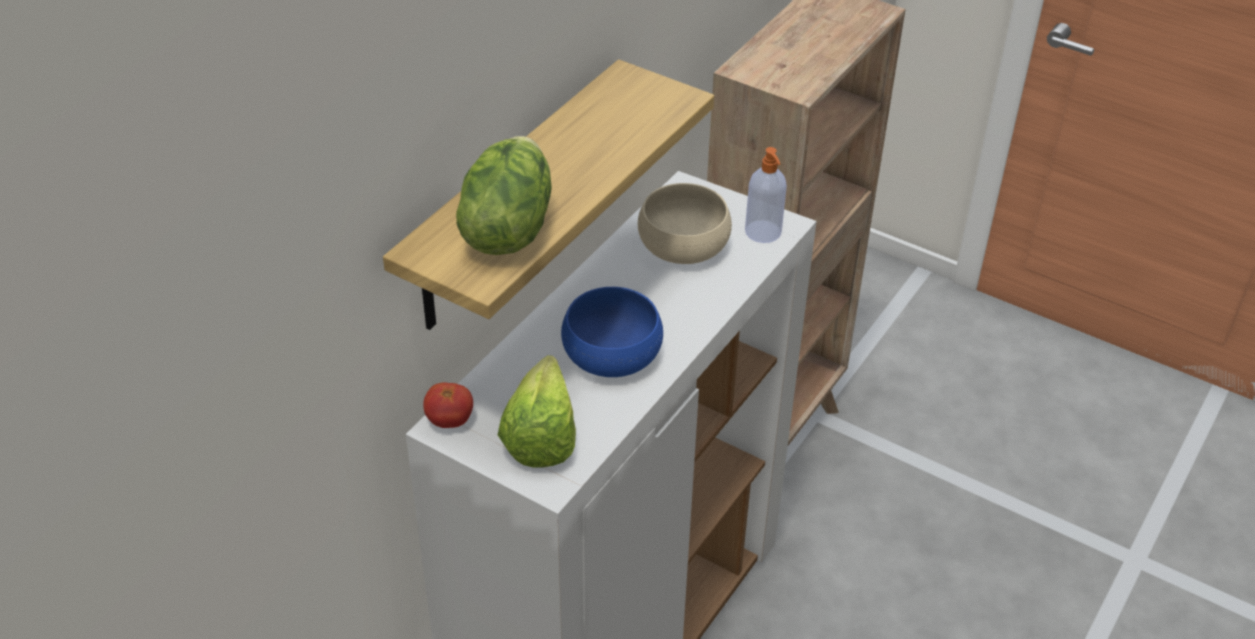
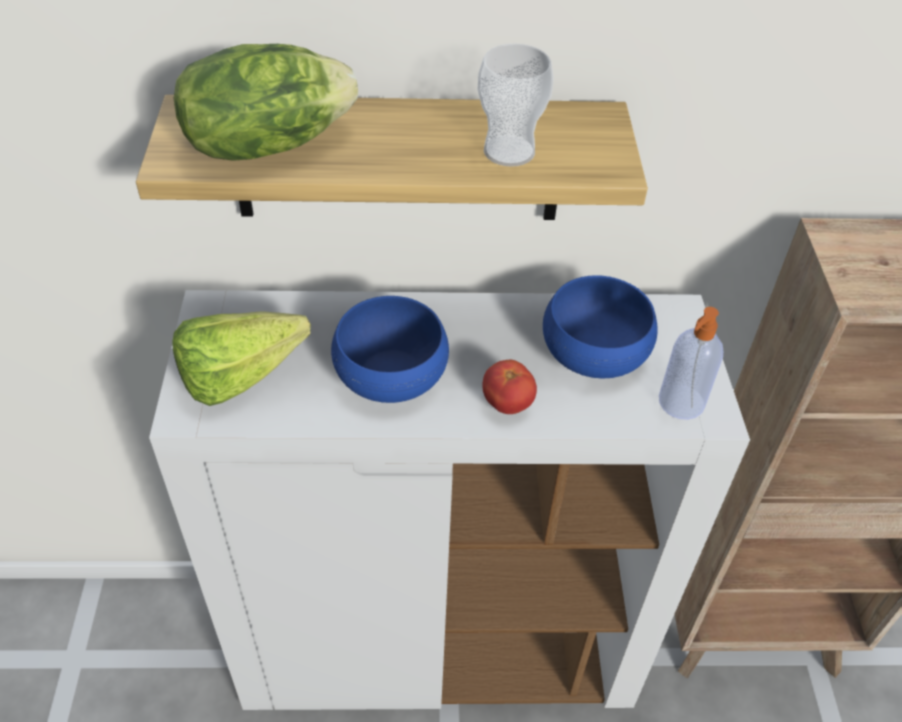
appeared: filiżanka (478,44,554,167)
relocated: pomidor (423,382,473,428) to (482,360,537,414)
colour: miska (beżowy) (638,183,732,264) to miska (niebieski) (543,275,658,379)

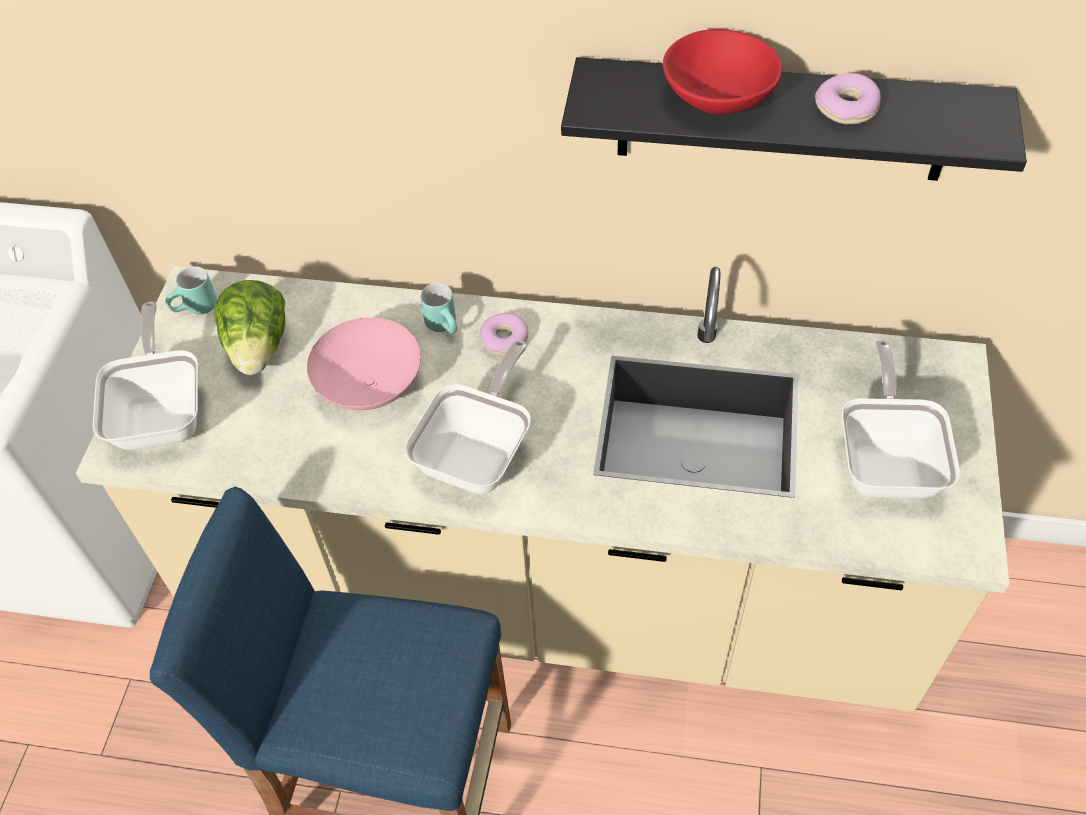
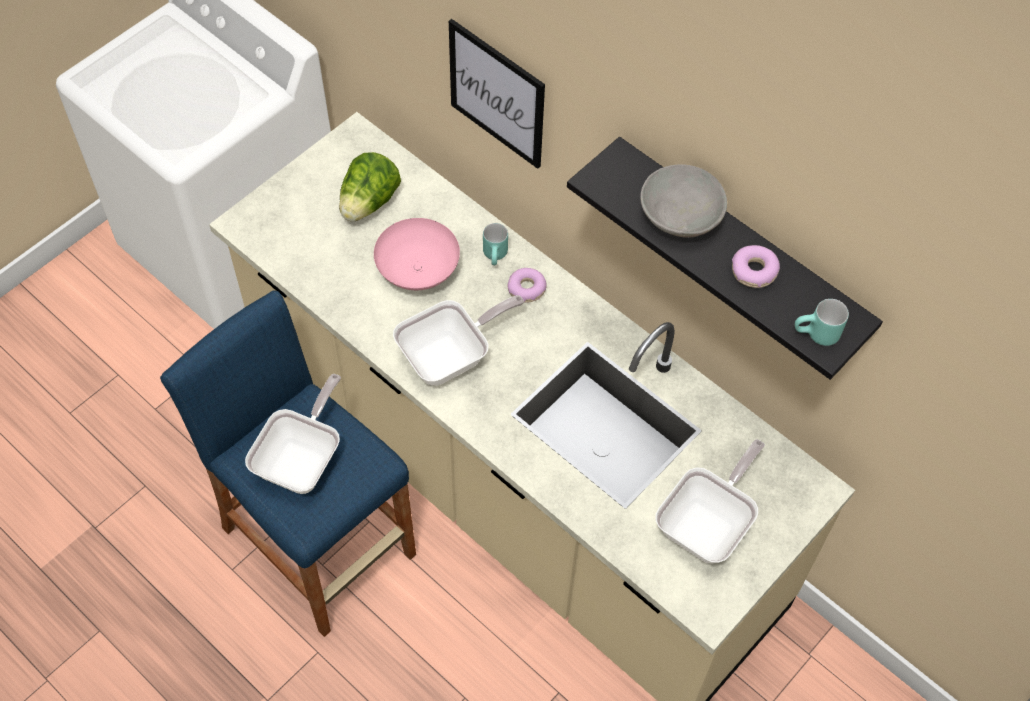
appeared: obraz (449,19,545,169)
relocated: kubek (turkusowy) (166,266,217,314) to (795,299,849,346); patelnia (93,302,198,450) to (245,374,341,494)
colour: miska (czerwony) (663,29,783,114) to miska (szary) (640,164,727,238)

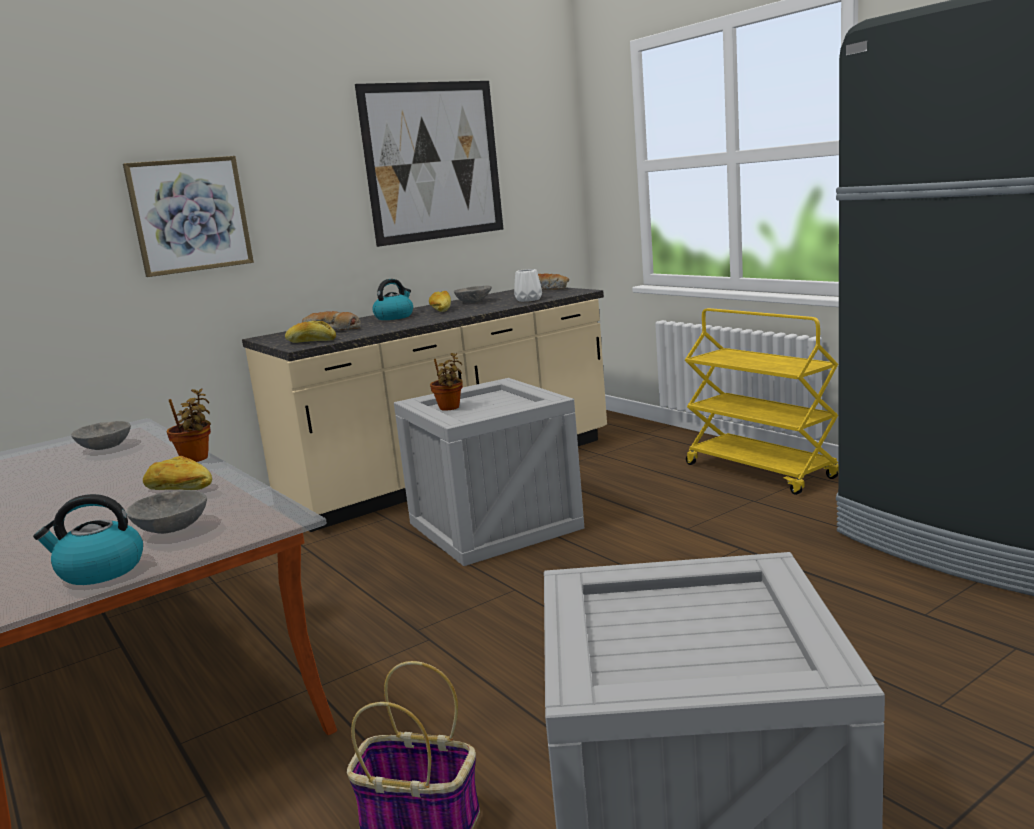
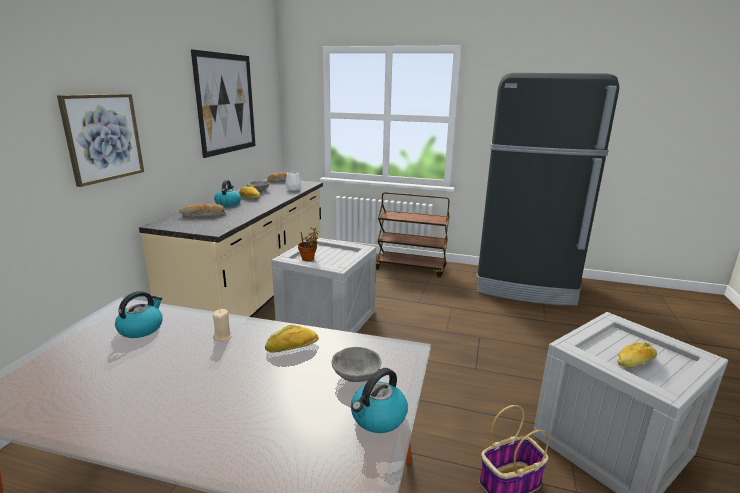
missing: roślina doniczkowa (167,389,211,462)
appeared: świeca (beżowy) (213,309,232,342)
relocated: chleb (285,321,336,343) to (617,342,657,368)
exchanged: miska (szary) (71,421,131,450) to czajnik (115,291,163,338)
colour: wózek (żółty) (685,308,838,495) to wózek (brązowy) (376,192,450,277)

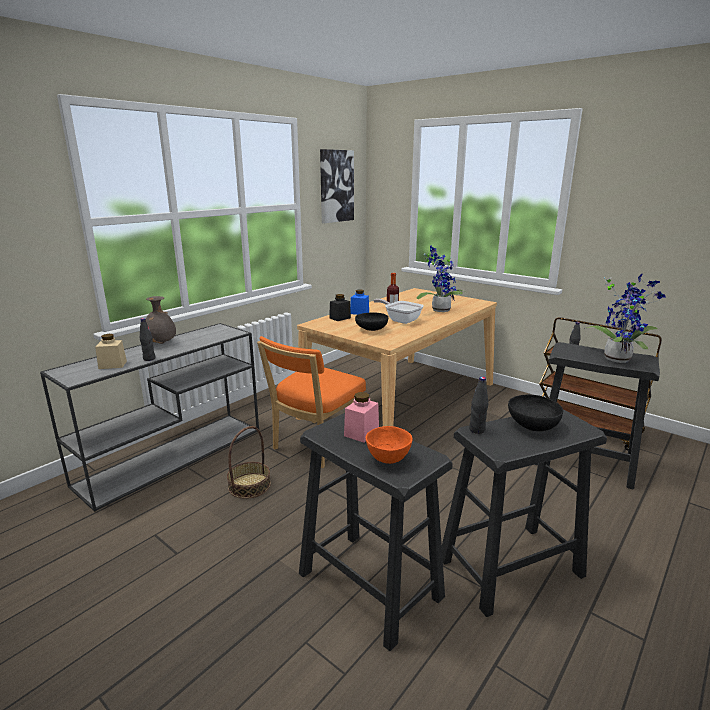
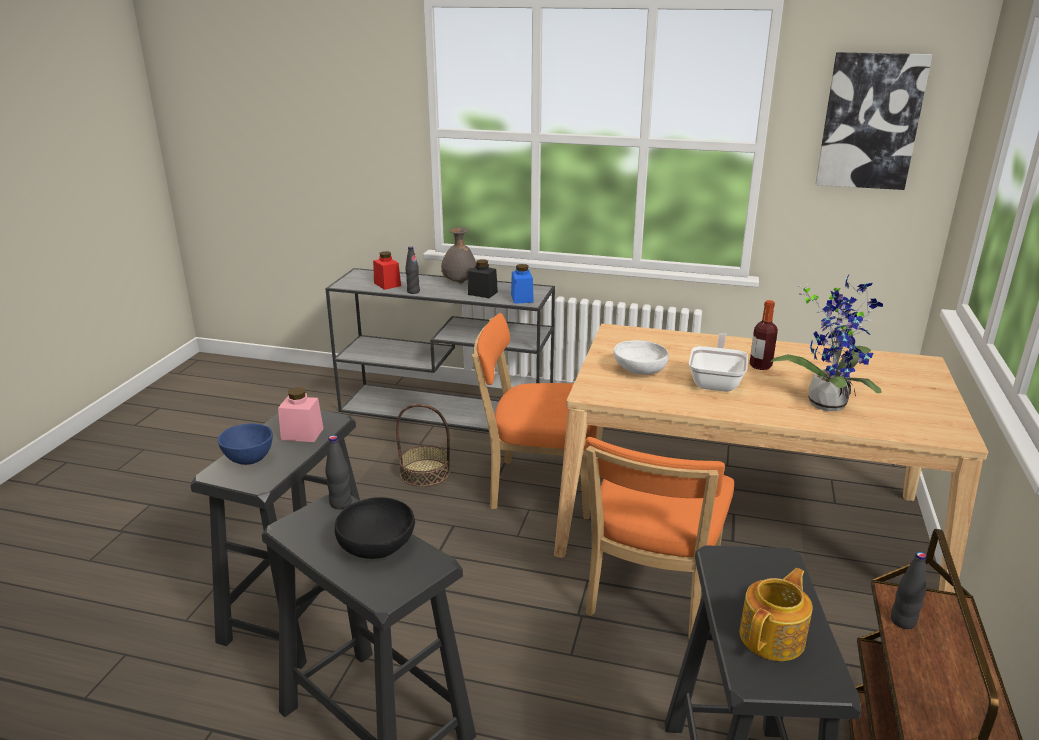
appeared: krzesło (pomarańczowy) (586,437,734,639)
relocated: słoik (niebieski) (350,290,369,315) to (511,264,534,304); słoik (czarny) (329,294,351,321) to (468,259,498,298)
exchanged: roślina doniczkowa (584,273,665,363) to imbryk (739,568,813,661)
colour: miska (czarny) (355,312,388,331) to miska (biały) (613,340,669,375); słoik (beżowy) (95,334,127,369) to słoik (czerwony) (373,251,401,290); miska (pomarańczowy) (366,426,413,464) to miska (niebieski) (218,423,273,465)

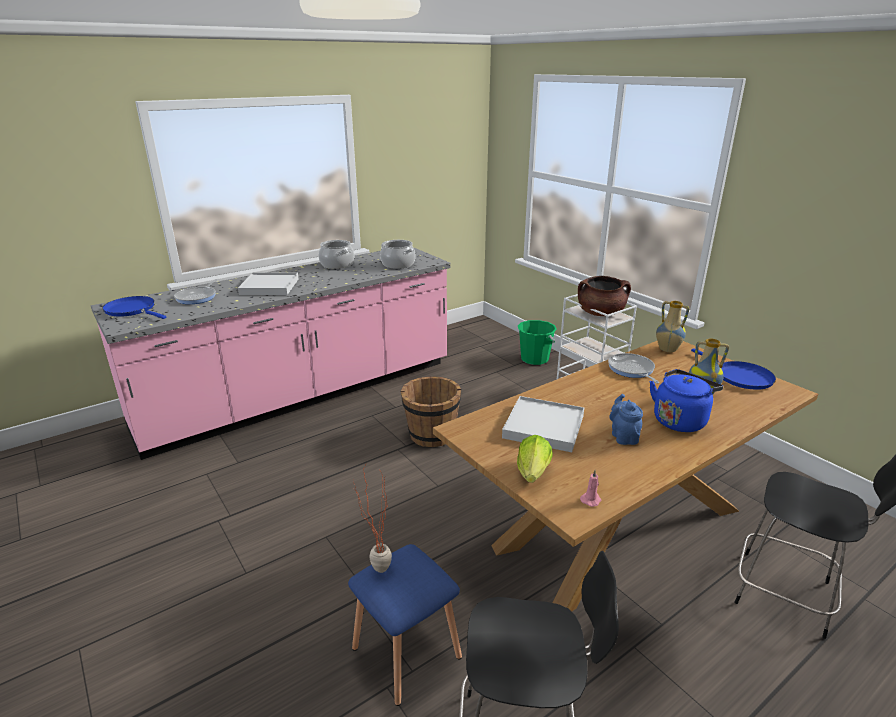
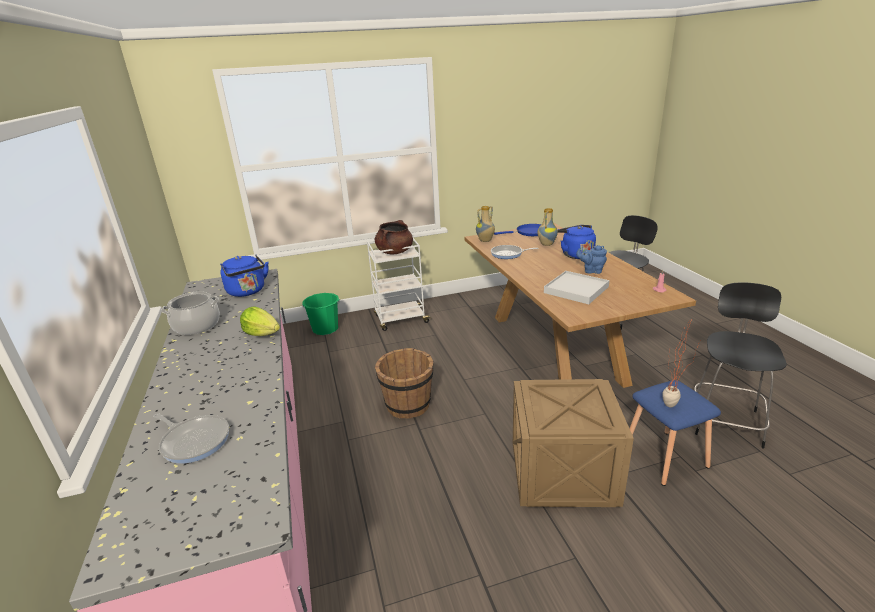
missing: taca (biały) (238,272,298,295); patelnia (niebieski) (102,296,167,319)
appeared: skrzynka (513,379,634,507)
relocated: sałata (517,435,553,483) to (240,306,280,336)
exchanged: garnek (380,240,416,269) to czajnik (niebieski) (220,254,269,297)

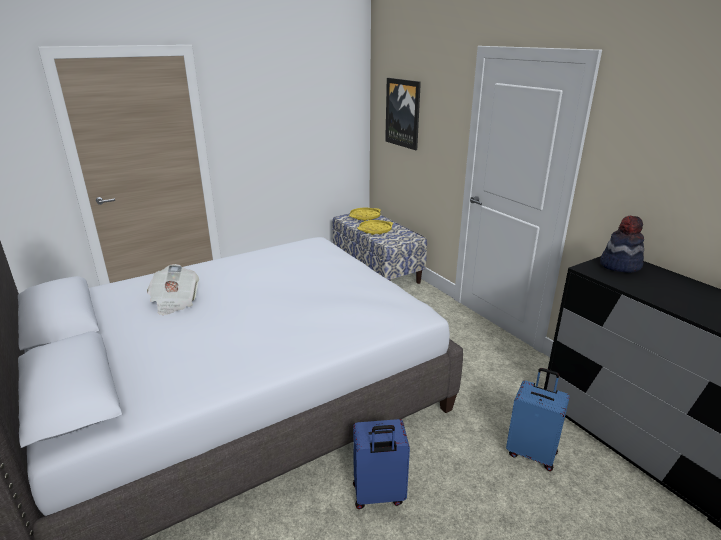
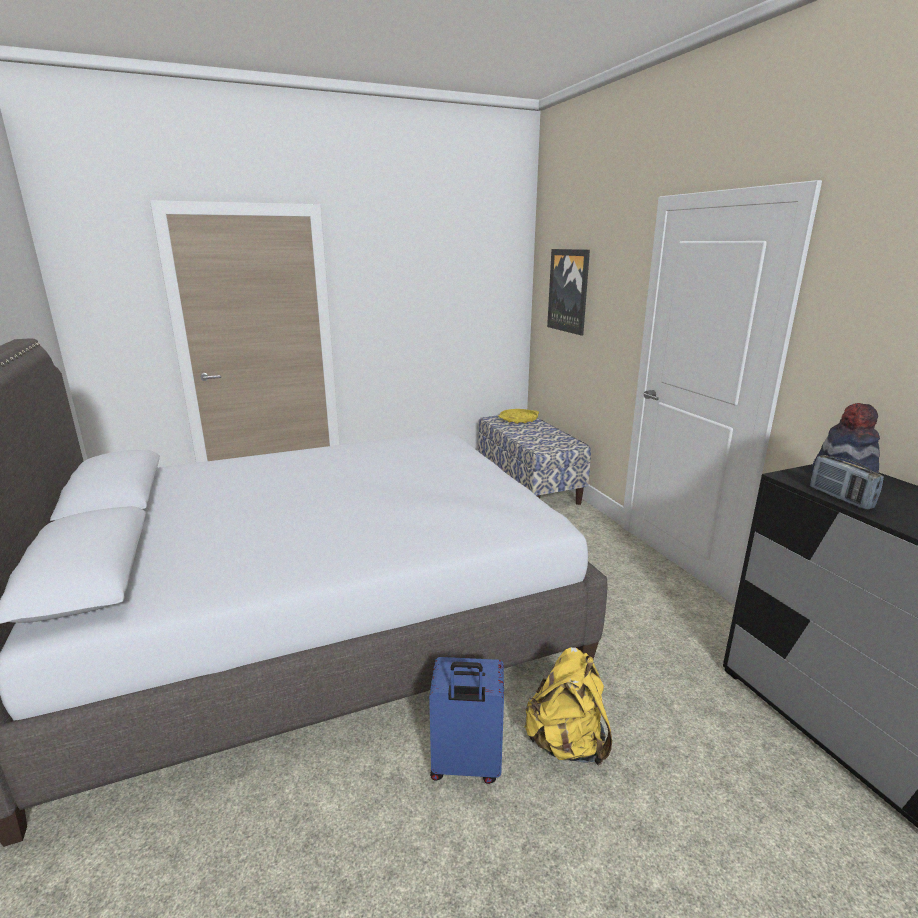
missing: taca (żółty) (357,220,393,235); gazeta (147,264,199,315); walizka (niebieski) (506,368,570,471)
appeared: radio (810,455,884,510); plecak (żółty) (524,647,612,766)

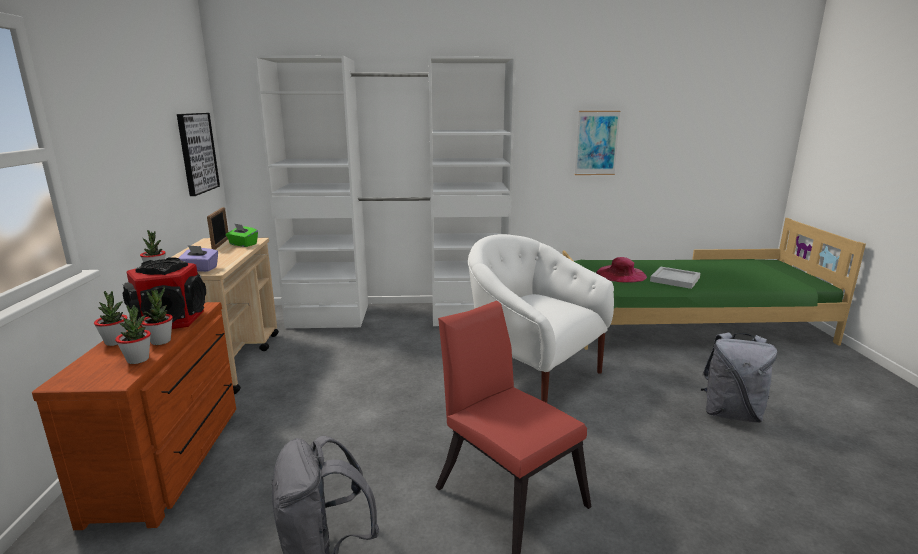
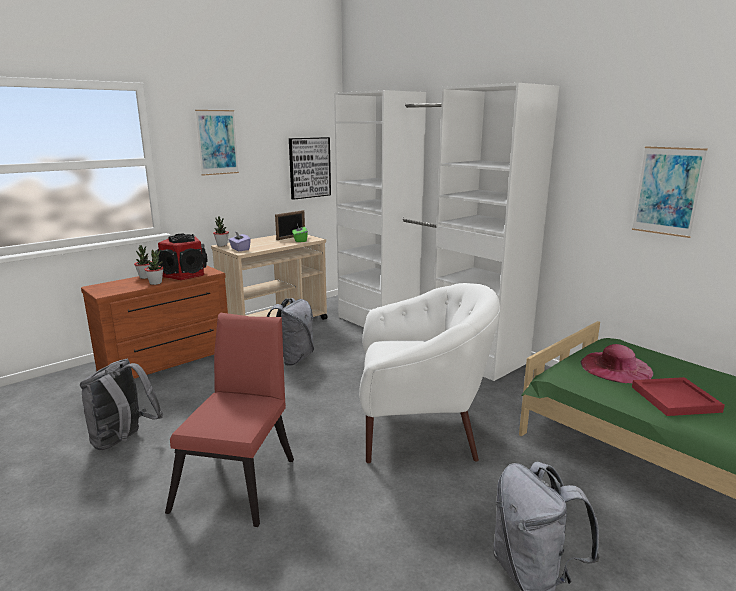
missing: roślina doniczkowa (115,305,151,364)
appeared: obraz (195,110,239,176); plecak (szary) (266,298,314,366)
colour: taca (biały) (650,267,700,289) to taca (czerwony) (632,377,725,416)
spun: fotel (biały) (468,234,614,403) = (359,283,500,463) 90 degrees clockwise

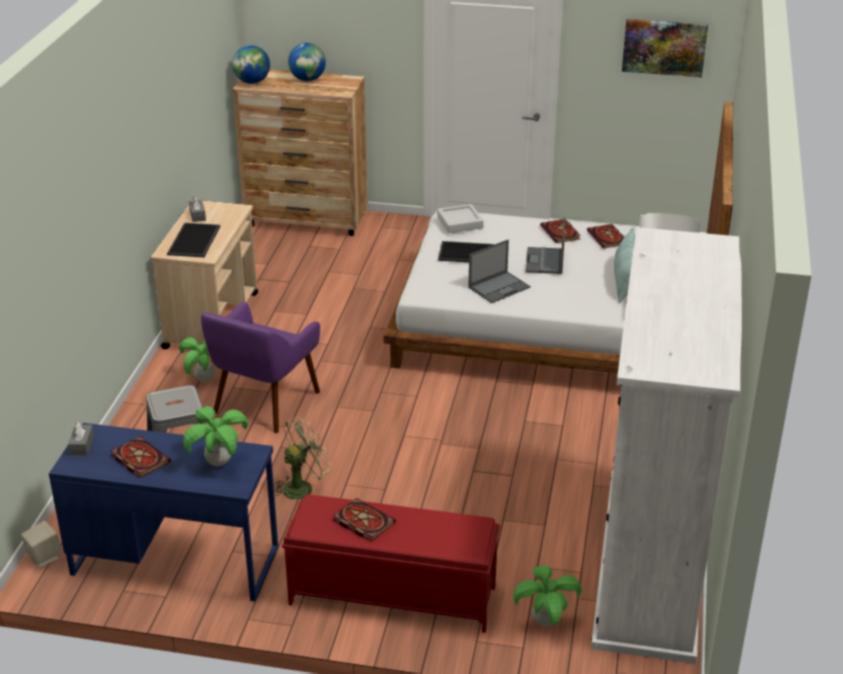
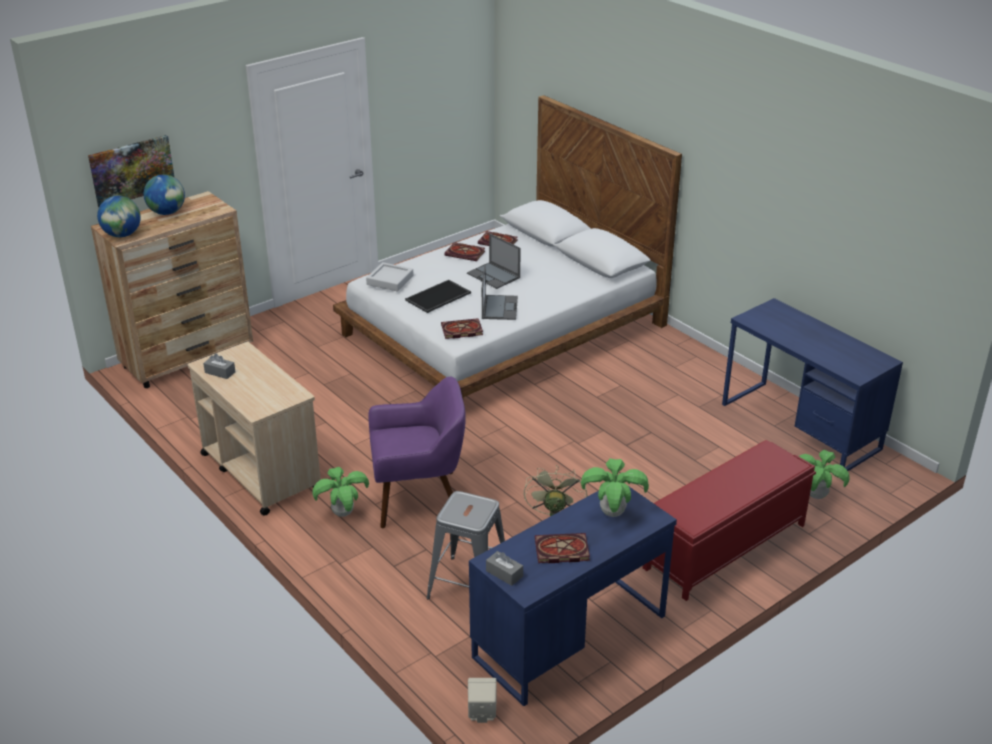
missing: taca (167,223,220,257); poduszka (614,227,635,304)
relocated: obraz (622,19,708,77) to (88,135,174,207); książka (333,498,396,542) to (441,318,483,339)
exchanged: szafa (biały) (591,227,742,664) to biurko (niebieski) (722,298,903,471)
spun: fotel (fioletowy) (201,302,320,433) = (368,377,466,528) 75 degrees counterclockwise

